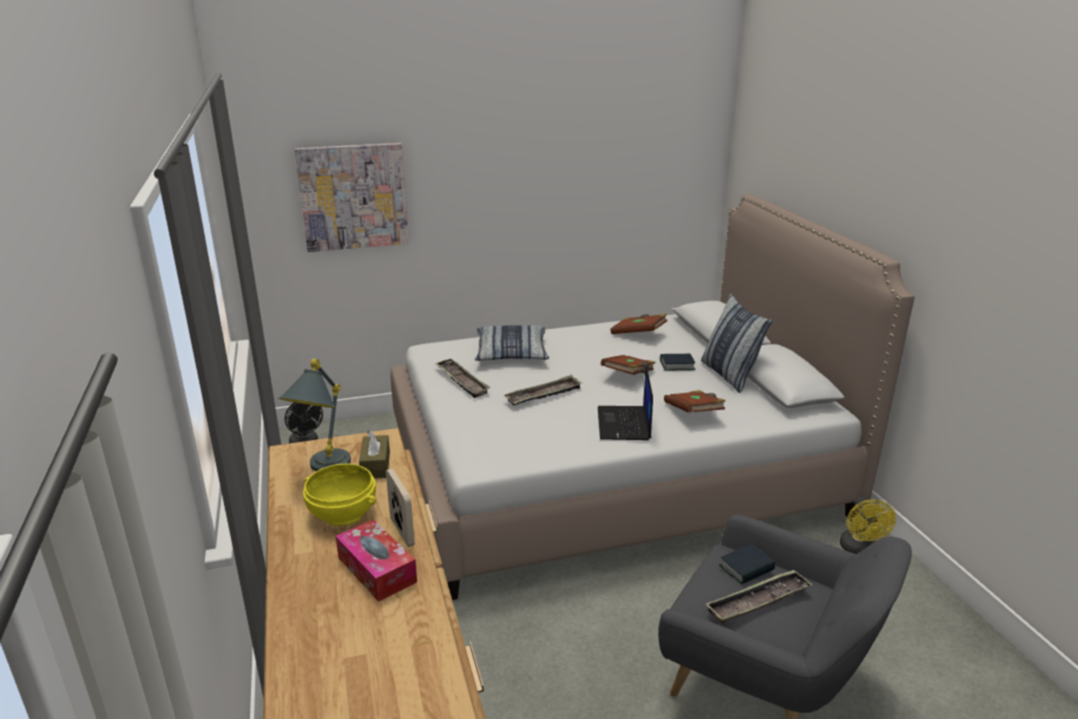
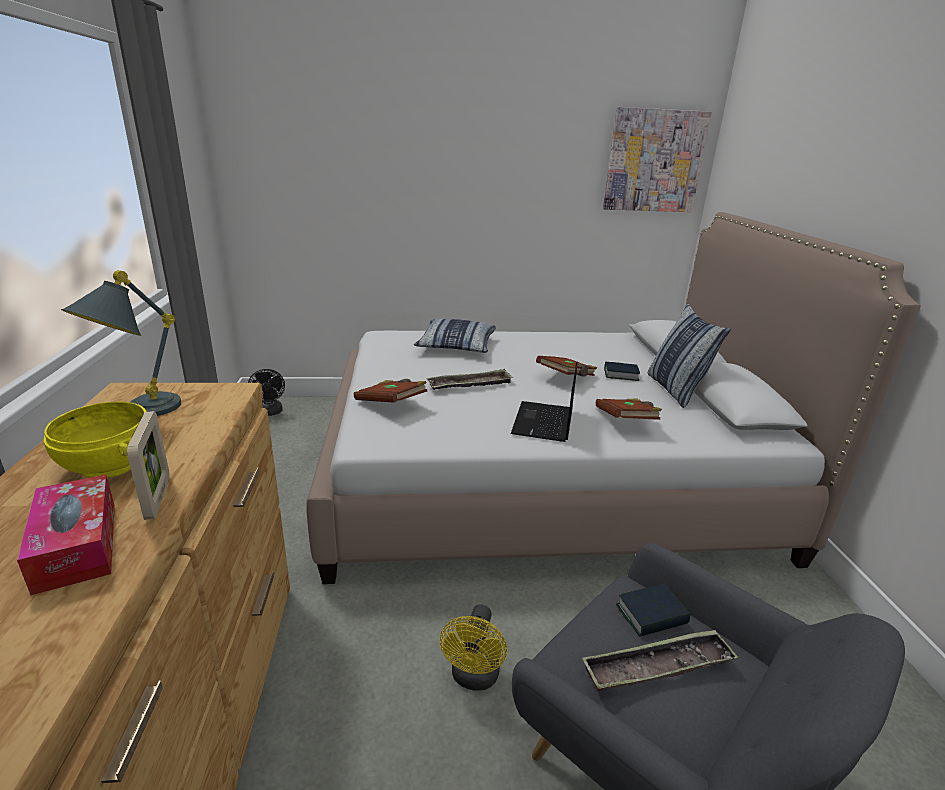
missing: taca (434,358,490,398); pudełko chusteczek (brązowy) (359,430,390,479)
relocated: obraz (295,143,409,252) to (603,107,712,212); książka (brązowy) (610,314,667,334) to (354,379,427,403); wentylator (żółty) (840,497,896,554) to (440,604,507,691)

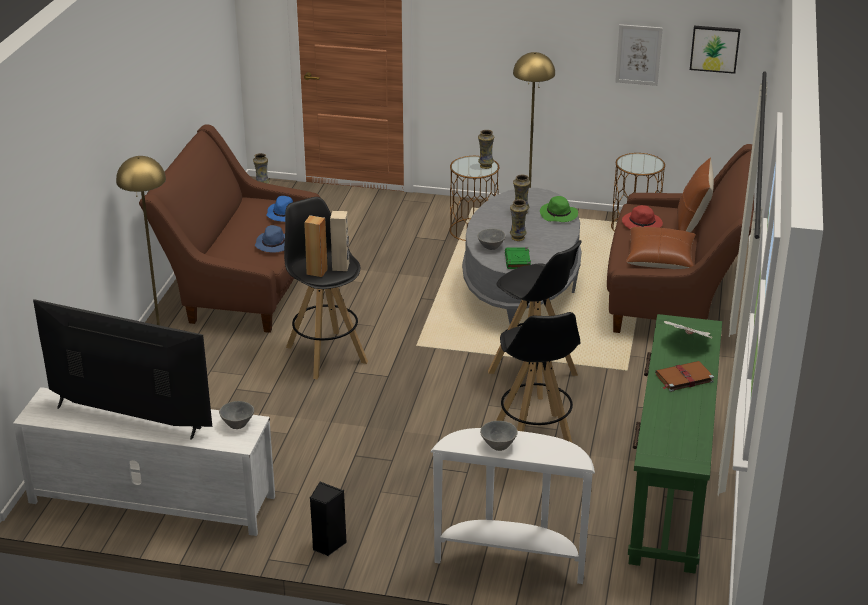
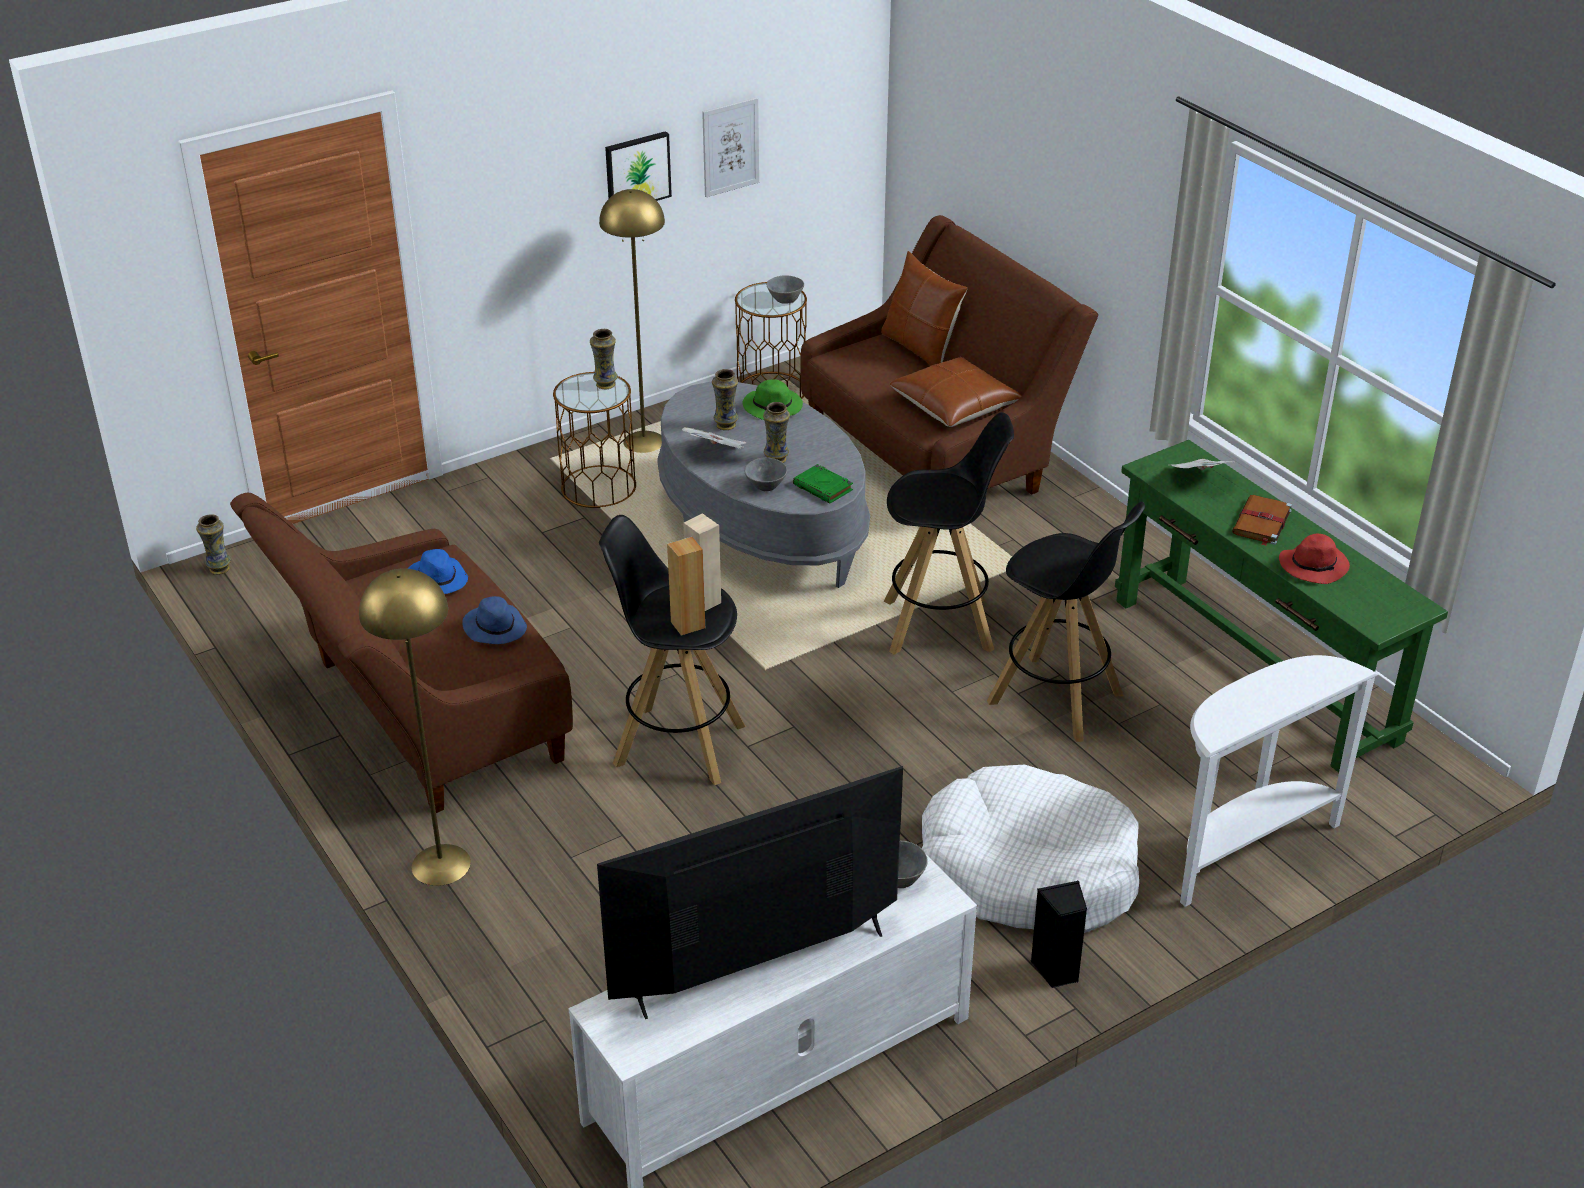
appeared: gazeta (682,427,746,449); legowisko (biały) (921,764,1139,933)
relocated: obraz (690,26,740,74) to (605,131,672,201); kapelusz (czerwony) (622,205,663,229) to (1279,533,1350,584); miska (szary) (480,421,517,451) to (766,276,804,304)

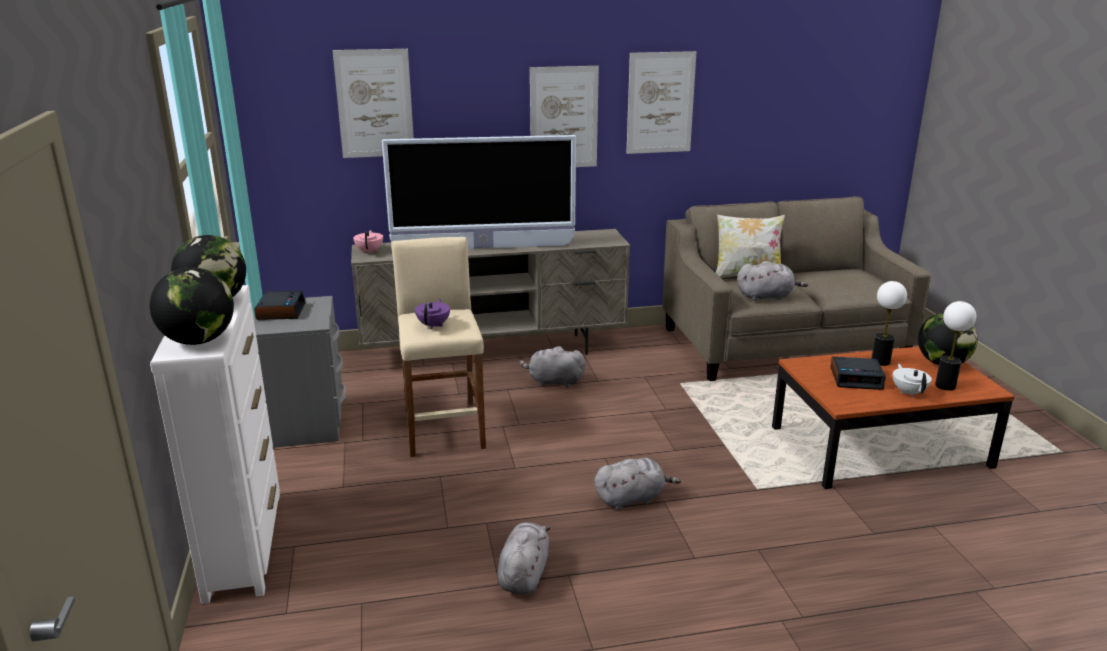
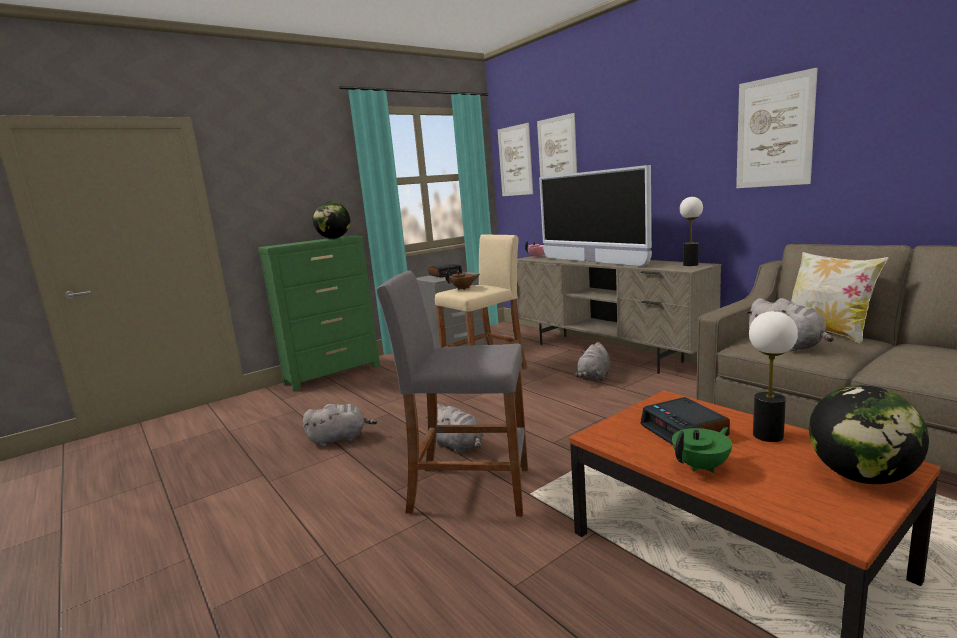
missing: globus (150,267,234,345)
appeared: stołek (szary) (377,271,528,516)
relocated: obraz (530,66,599,167) to (498,123,533,196); lampa stołowa (935,301,976,391) to (680,197,703,266)
colour: komoda (biały) (150,285,280,604) to komoda (zielony) (258,236,380,391); imbryk (fioletowy) (415,299,450,329) to imbryk (brązowy) (445,269,480,290); imbryk (biały) (893,364,932,397) to imbryk (zielony) (672,427,732,473)
spun: pluszak (szary) (520,346,585,388) = (575,342,610,381) 135 degrees counterclockwise

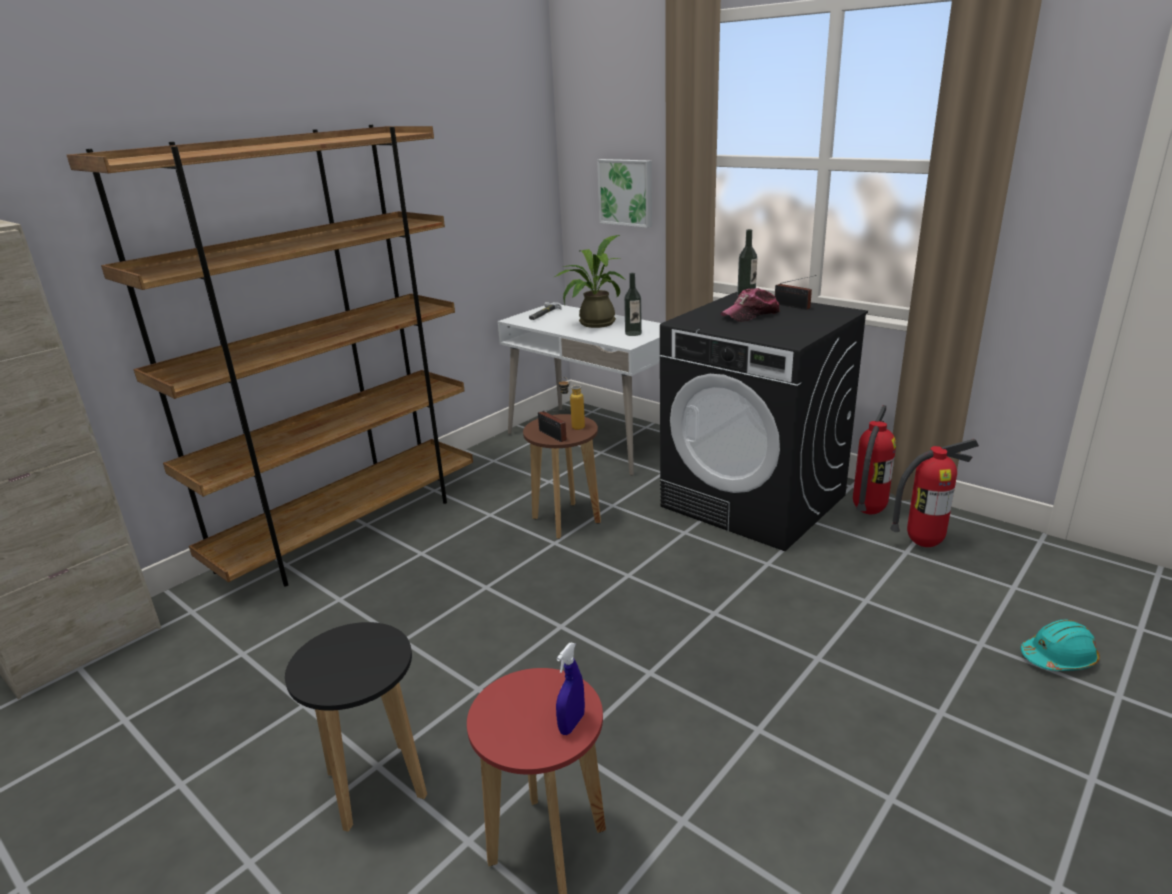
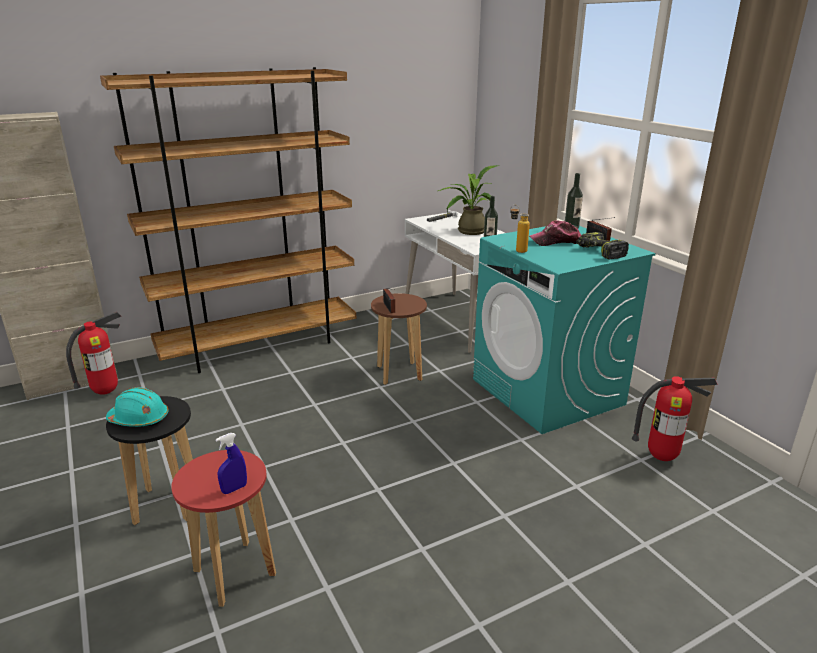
missing: obraz (597,159,652,228)
appeared: wiertarka (576,232,629,260)
relocated: butelka (558,377,585,430) to (510,205,530,253); gaśnica (853,405,896,514) to (66,312,121,395); kask (turkusowy) (1021,619,1100,671) to (106,387,169,427)
colour: pralka (czarny) (660,292,868,551) to pralka (turkusowy) (473,226,656,434)

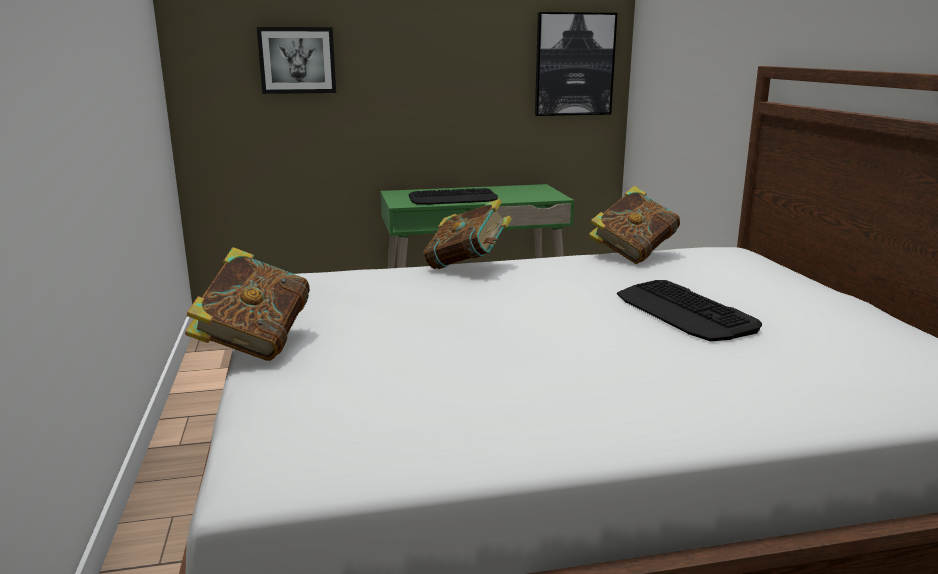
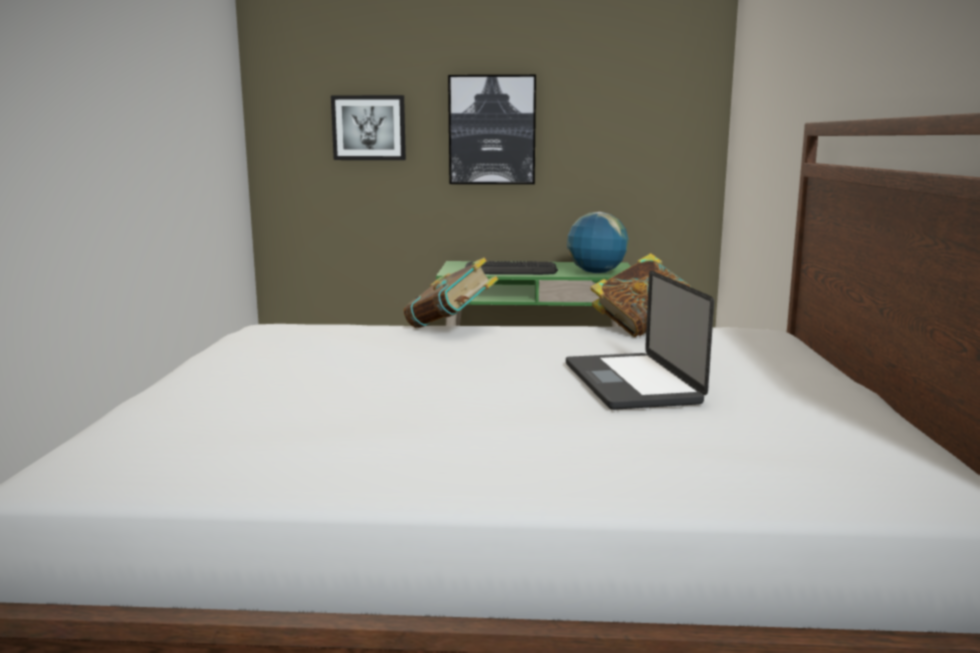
missing: książka (185,247,310,361)
appeared: globus (567,212,629,274)
relocated: obraz (535,12,617,116) to (448,75,536,184)
exchanged: klawiatura (617,280,762,341) to laptop (566,270,714,410)

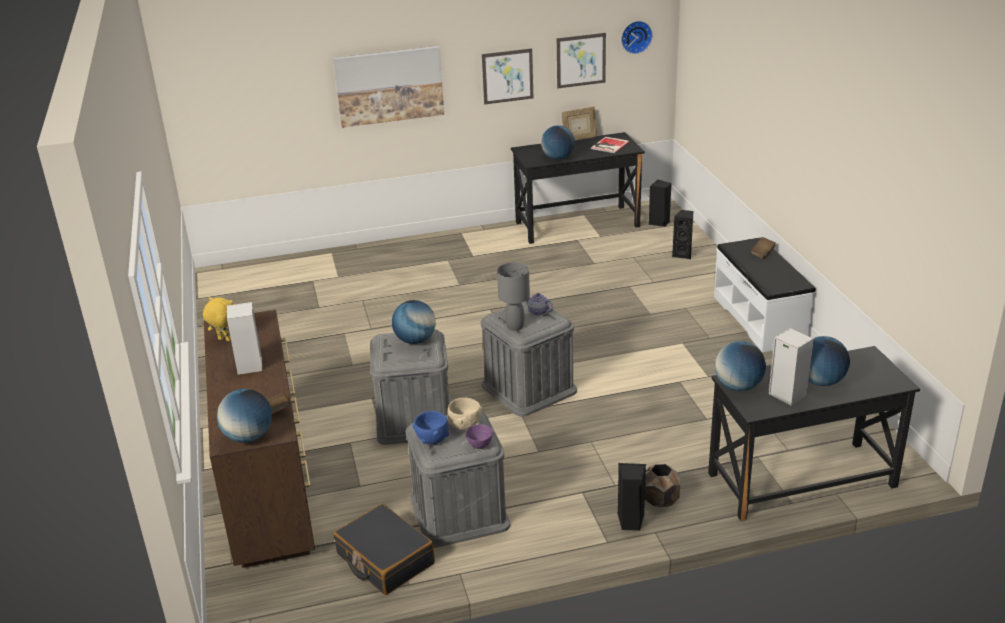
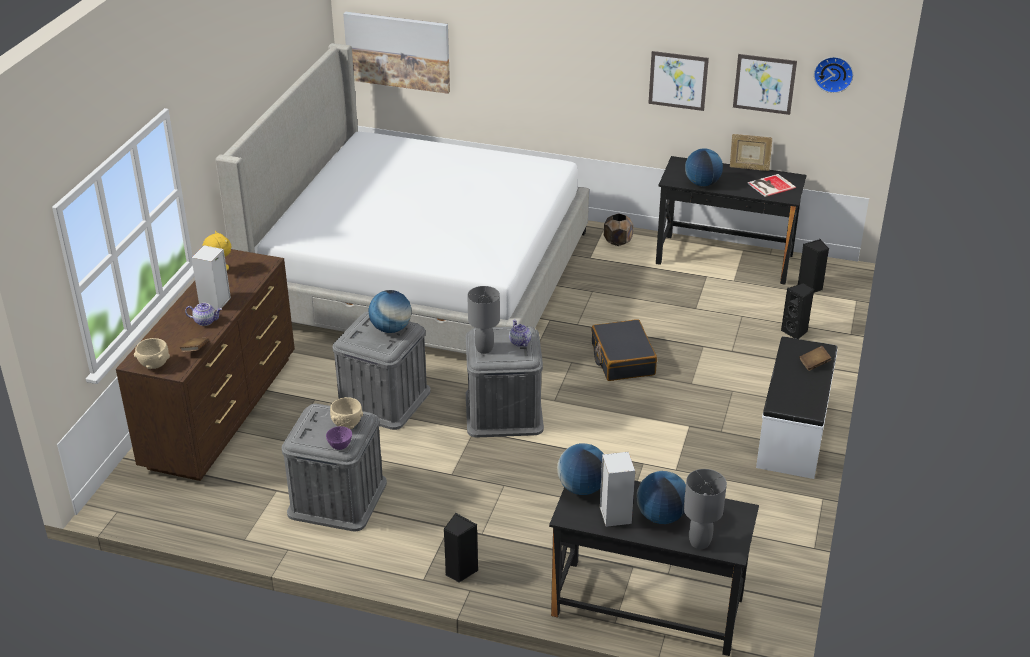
missing: miska (niebieski) (412,411,449,444)
appeared: łóżko (215,43,589,354); imbryk (185,303,222,326); lampa stołowa (szary) (684,469,727,549)
relocated: obraz (333,46,444,128) to (343,12,450,94); donica (brązowy) (645,464,680,507) to (604,213,633,246); walizka (czarny) (333,504,435,595) to (592,319,657,381)
exchanged: globus (217,389,272,443) to miska (beżowy) (134,338,170,369)

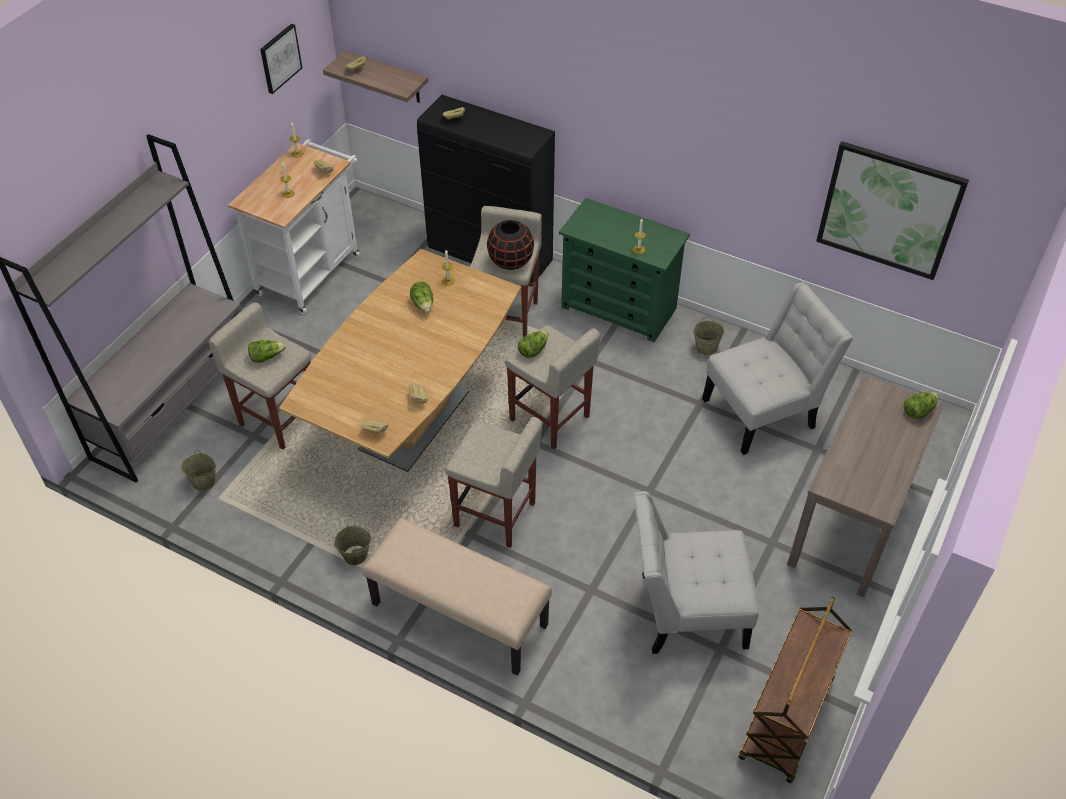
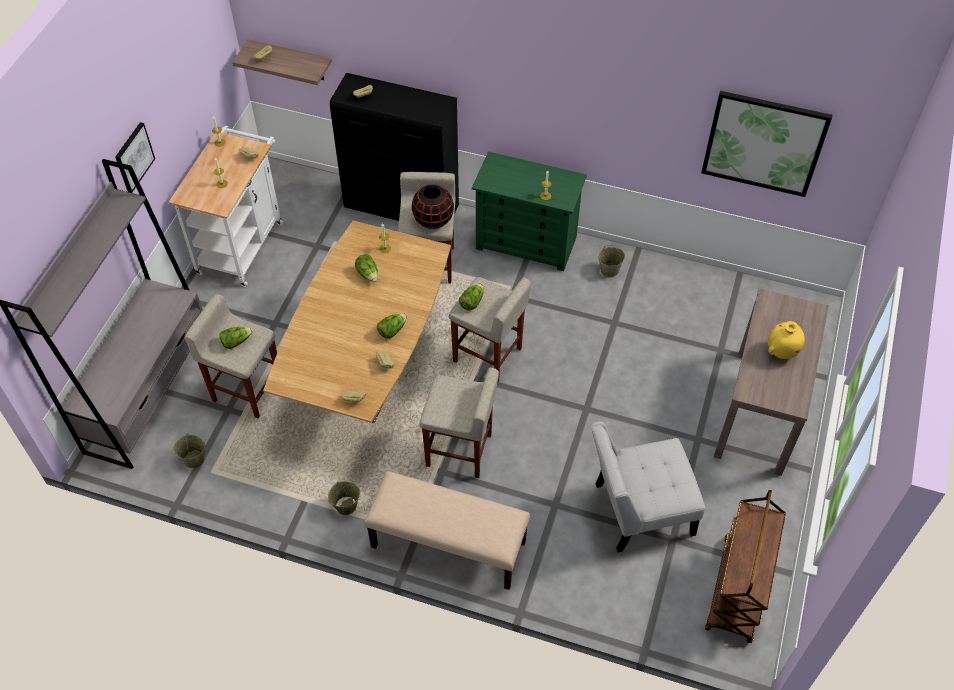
missing: krzesło (biały) (702,282,853,455)
appeared: wazon (żółty) (768,321,805,359)
relocated: obraz (260,24,302,94) to (115,122,155,193); sałata (904,392,939,419) to (377,313,407,339)

